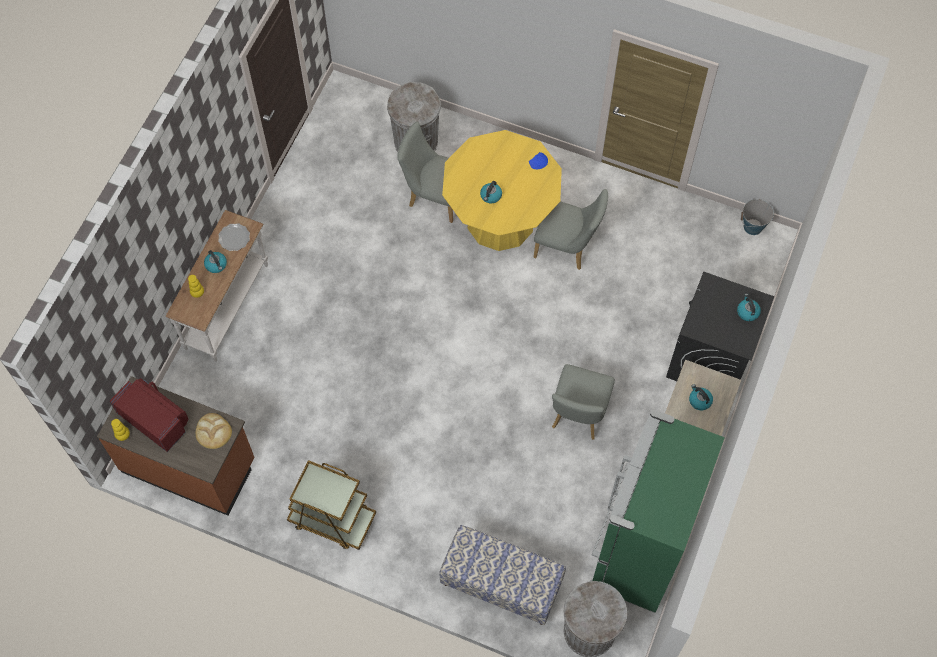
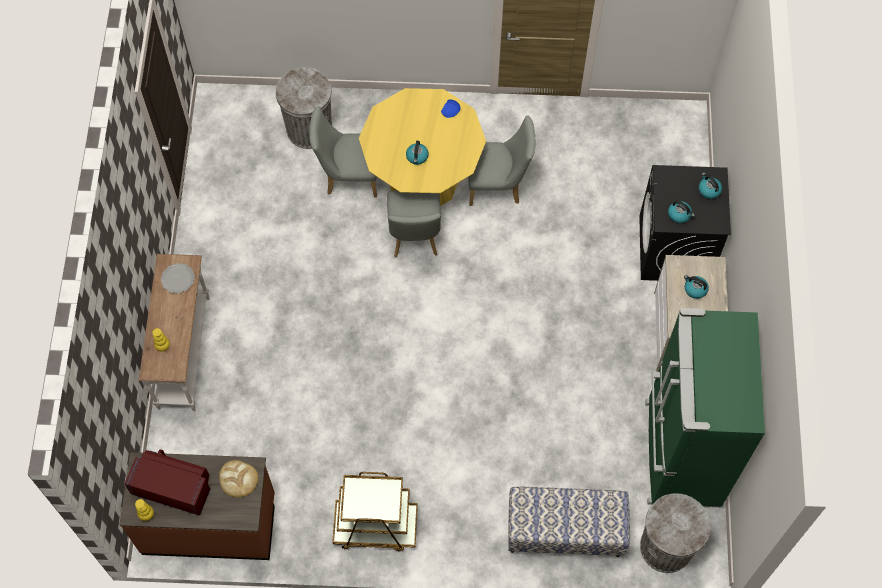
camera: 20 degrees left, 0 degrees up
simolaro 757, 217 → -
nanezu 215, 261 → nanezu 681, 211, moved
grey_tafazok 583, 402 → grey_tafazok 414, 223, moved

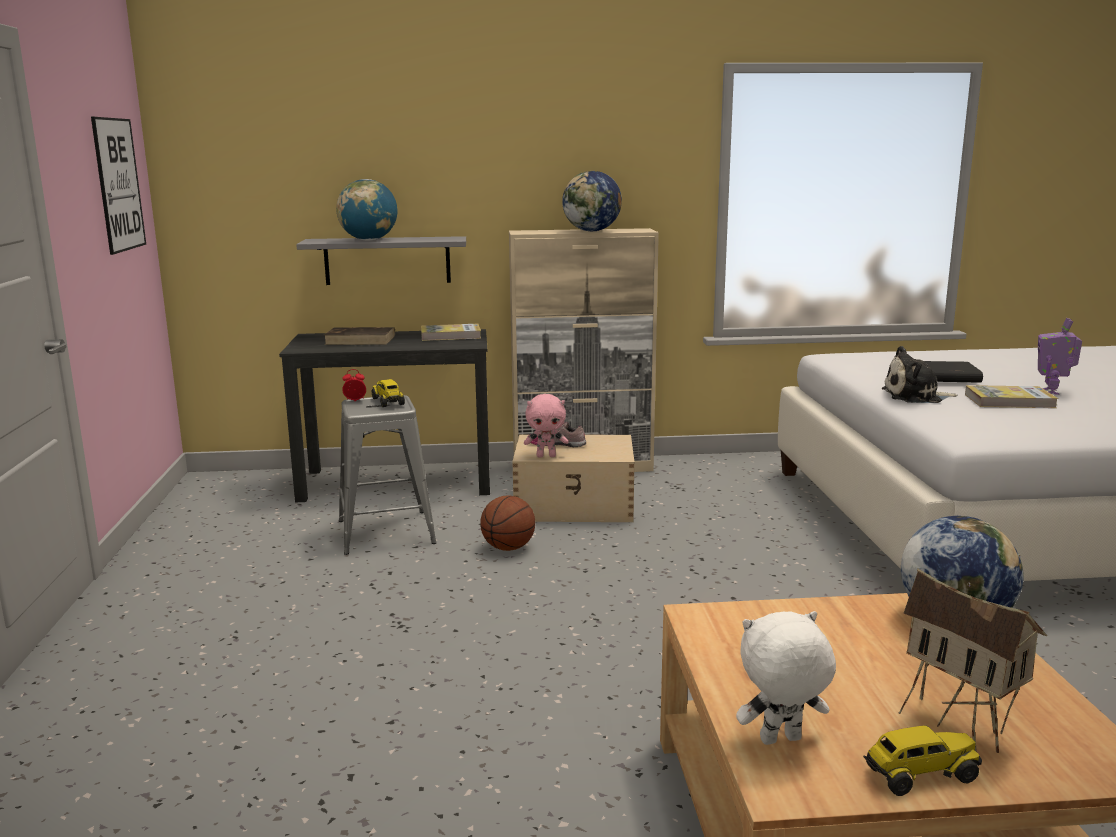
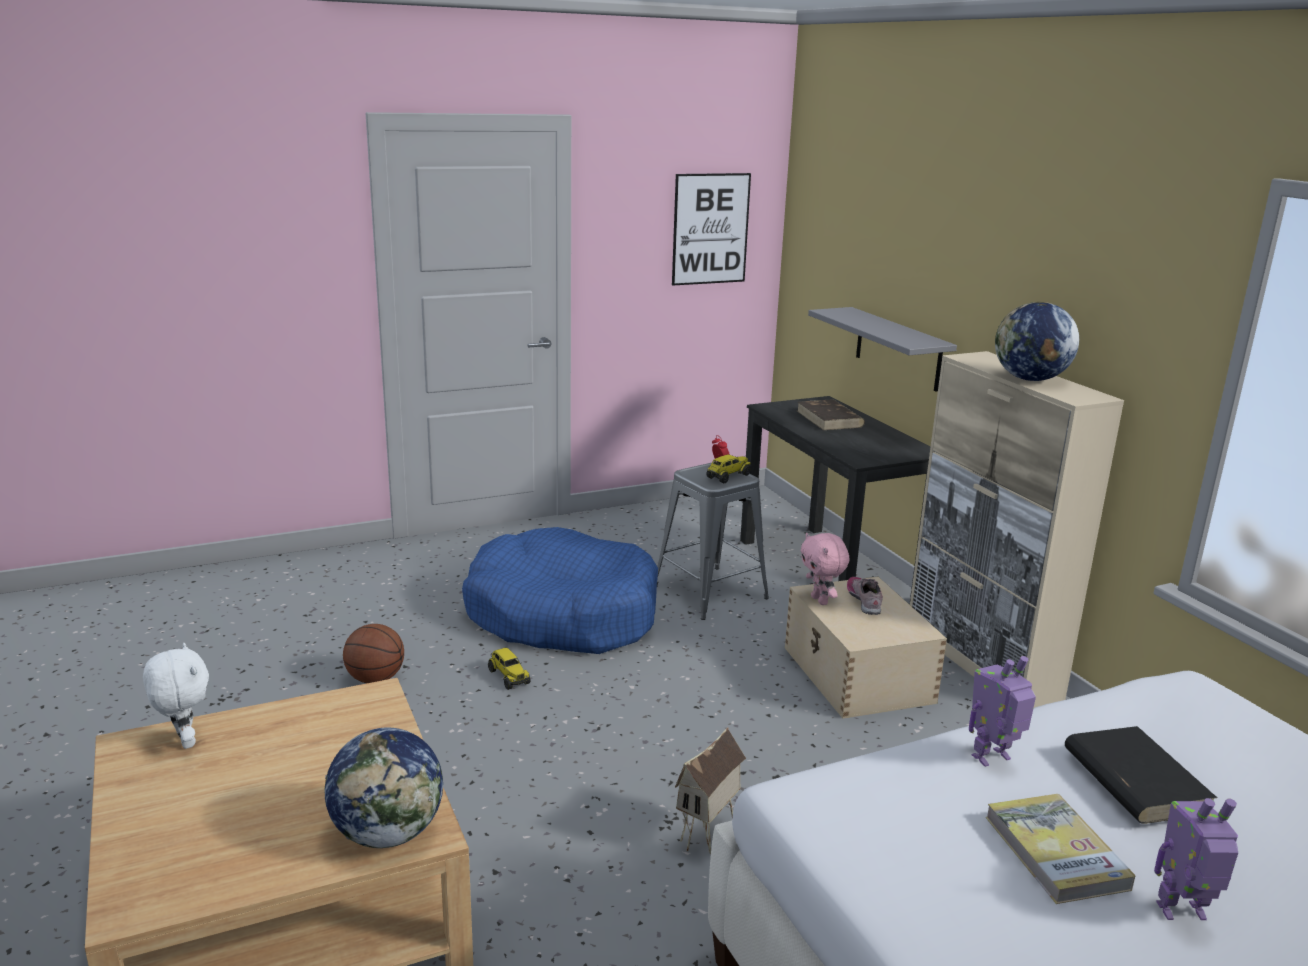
camera: 70 degrees right, 5 degrees up
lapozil 366, 210 → -
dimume 451, 332 → -
- → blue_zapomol 560, 590
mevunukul 507, 523 → mevunukul 373, 653, moved
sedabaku 922, 760 → sedabaku 509, 669, moved
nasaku 972, 661 → nasaku 710, 791, moved
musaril 919, 374 → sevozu 1002, 711

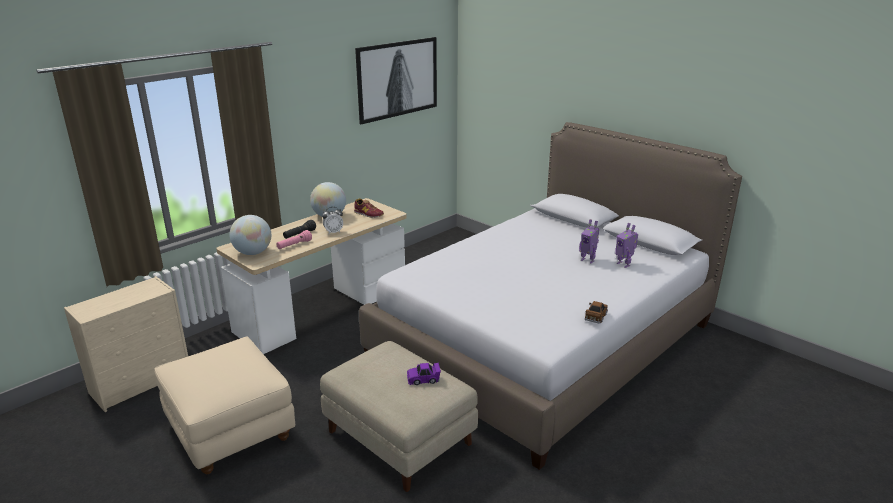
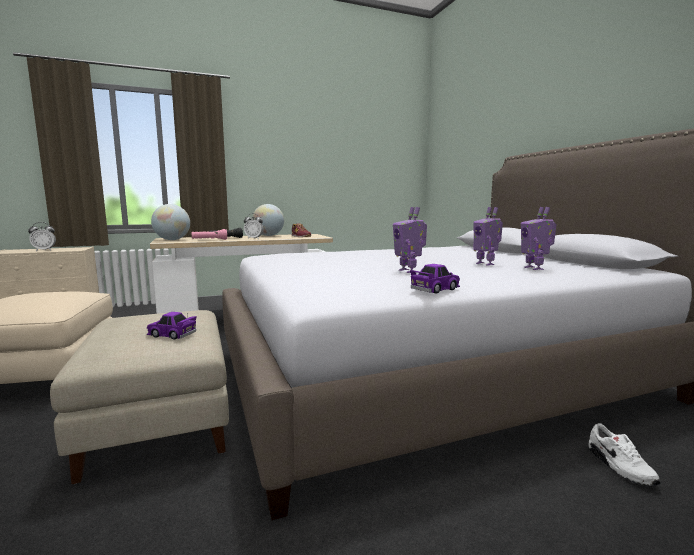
camera: 25 degrees right, 15 degrees down
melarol 396, 80 → -
- → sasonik 42, 236
- → sevozu 410, 240
- → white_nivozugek 624, 454
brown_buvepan 596, 312 → purple_buvepan 435, 279

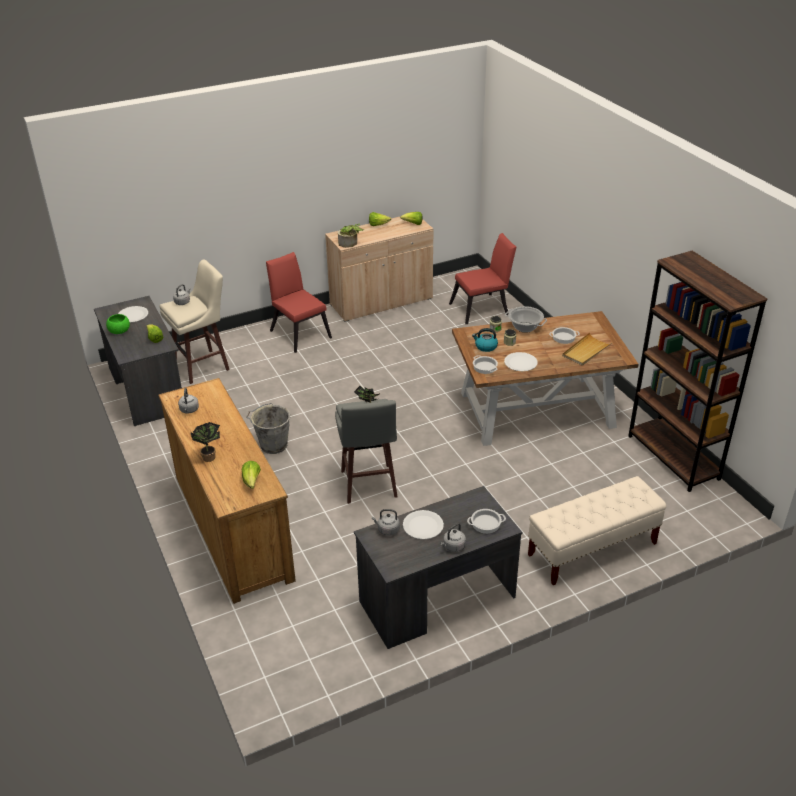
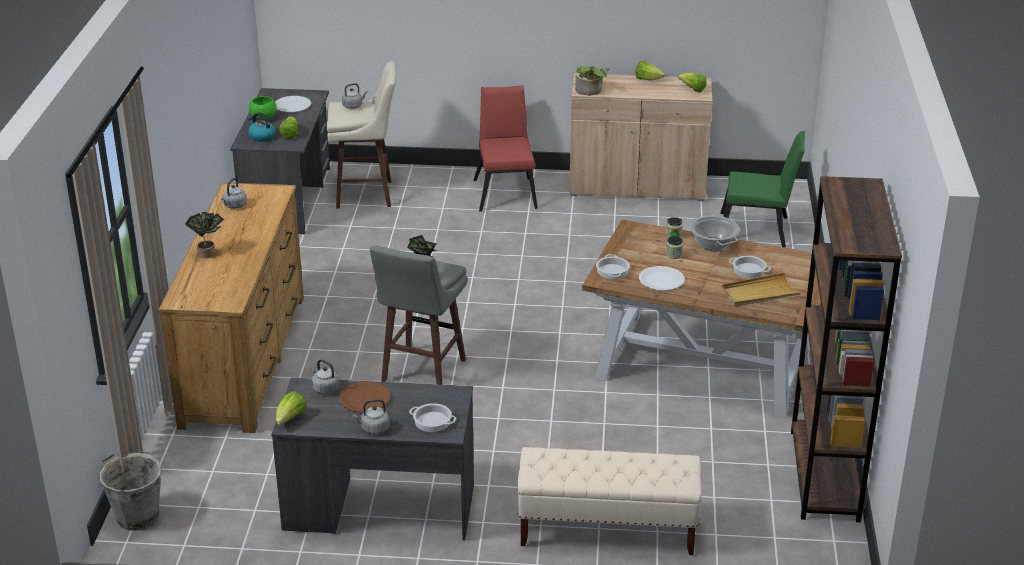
camera: 30 degrees right, 5 degrees down
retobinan 251, 475 → retobinan 291, 408, moved
grey_simolaro 268, 428 → grey_simolaro 129, 491, moved
nanezu 485, 340 → nanezu 262, 127, moved
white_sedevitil 423, 524 → brown_sedevitil 365, 397
red_tafazok 482, 278 → green_tafazok 762, 189

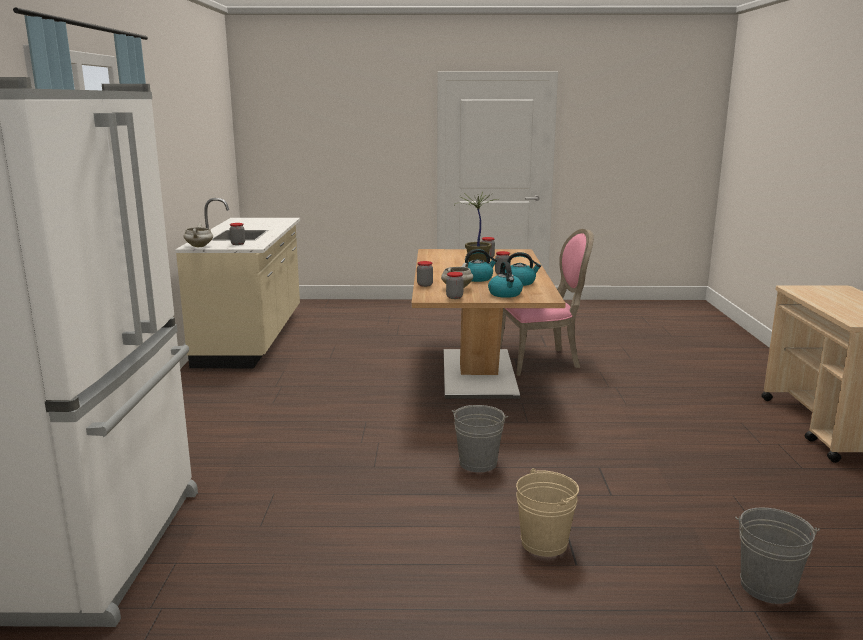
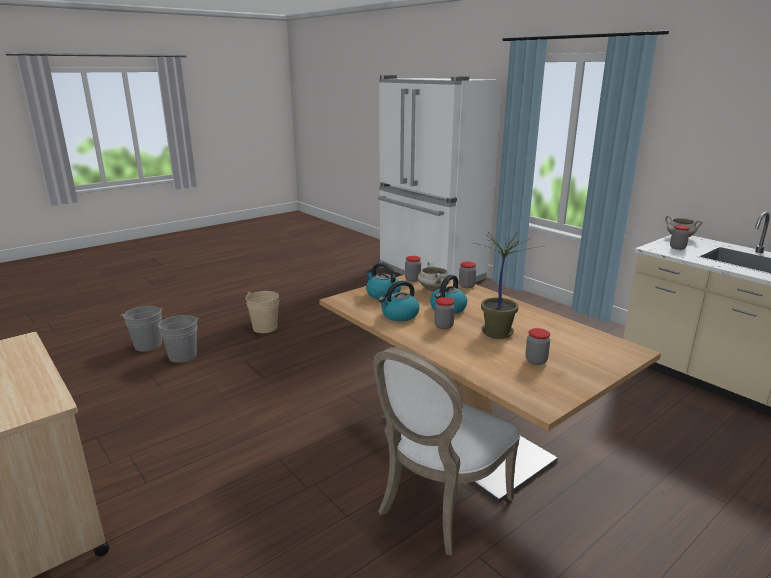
camera: 140 degrees right, 5 degrees up
grey_simolaro 480, 438 → grey_simolaro 178, 339, moved
pink_tafazok 547, 302 → white_tafazok 446, 451

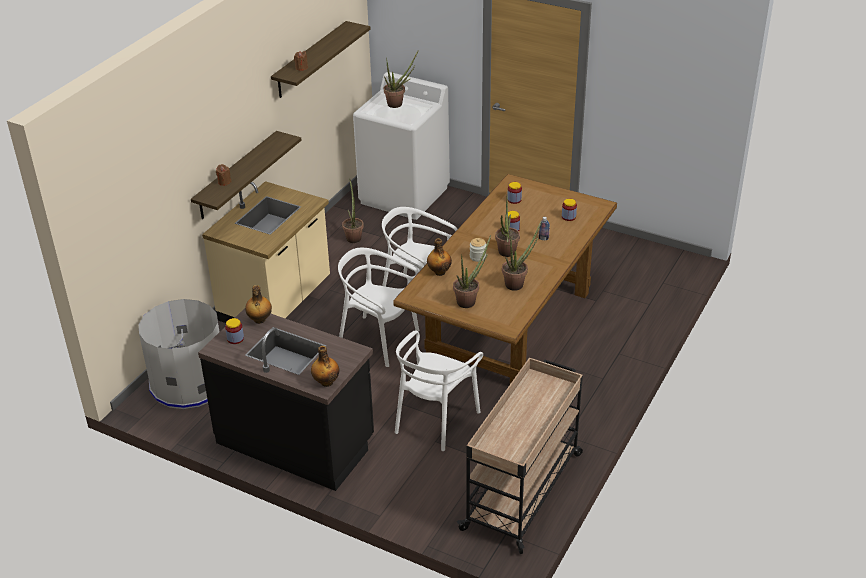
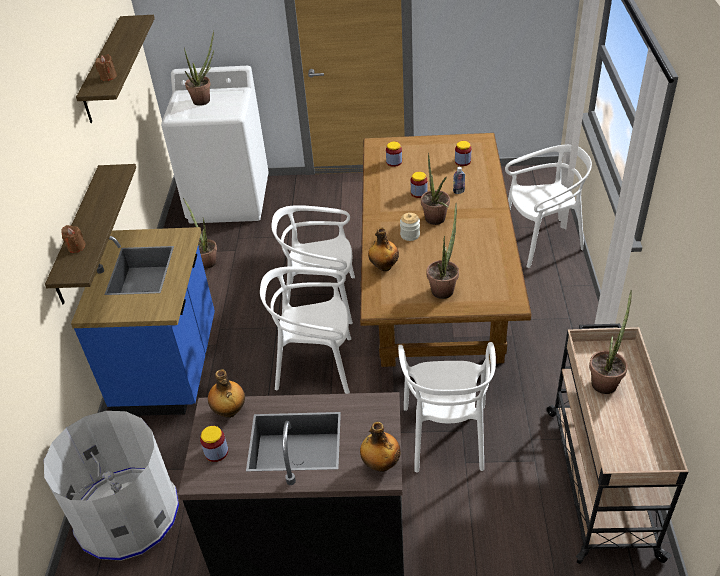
camera: 25 degrees left, 5 degrees up
- → white_tafazok 548, 206
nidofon 522, 255 → nidofon 610, 342, moved
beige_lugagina 266, 252 → blue_lugagina 143, 321

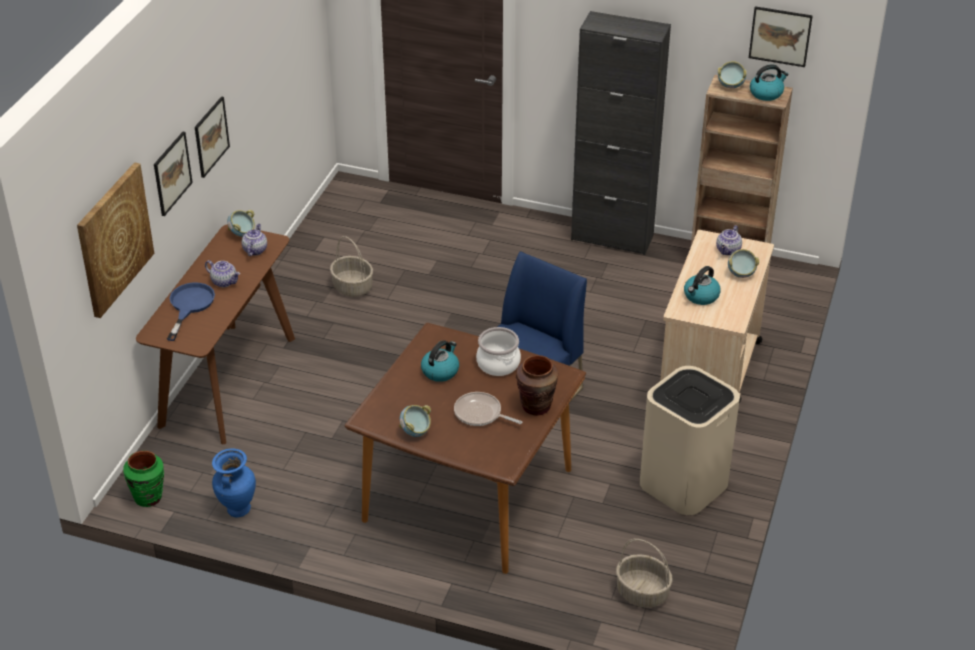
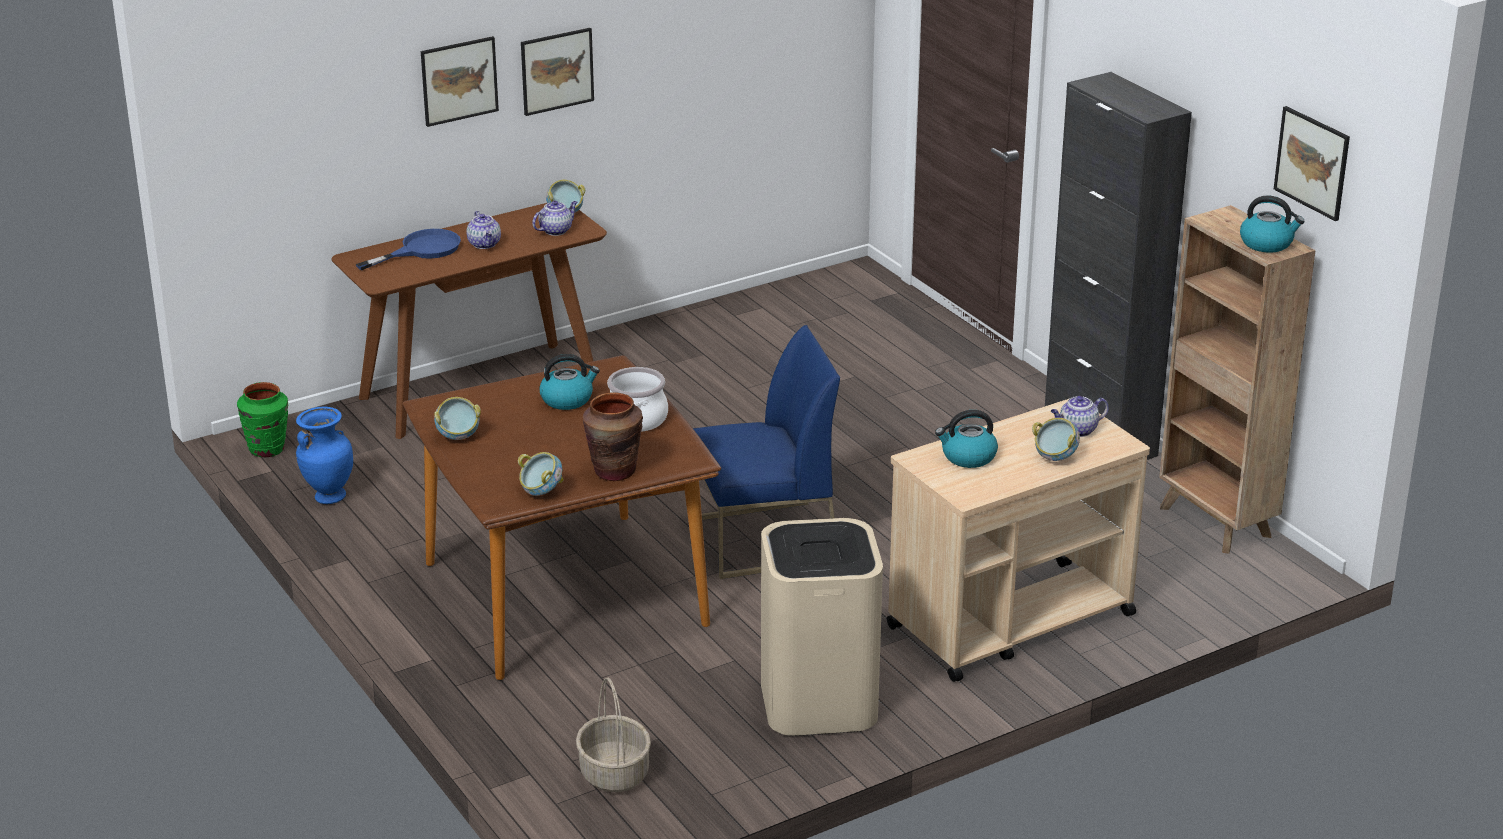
camera: 40 degrees right, 10 degrees down
melarol 115, 240 → -
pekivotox 351, 266 → -
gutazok 488, 409 → -
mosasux 732, 75 → mosasux 540, 474, moved

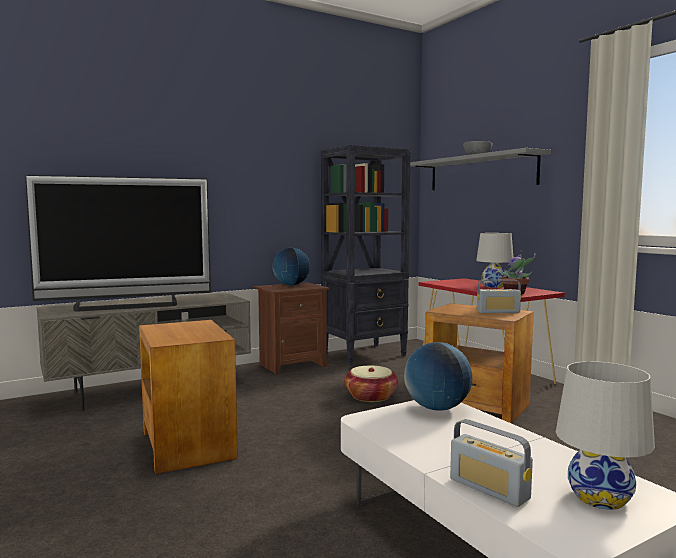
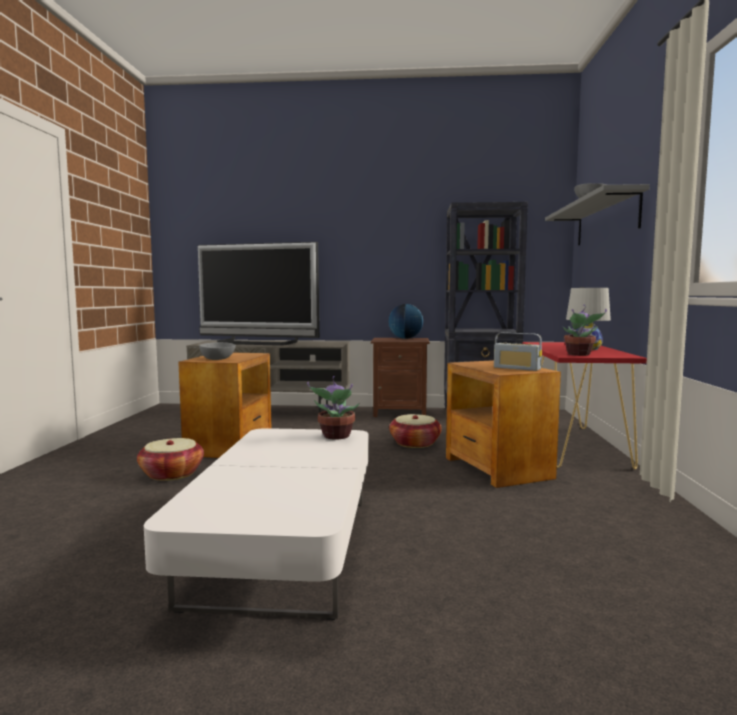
camera: 35 degrees right, 0 degrees up
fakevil 491, 463 → -
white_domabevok 605, 435 → -
- → pekivotox 170, 459
- → grey_mosasux 217, 351
lapozil 438, 376 → nidofon 333, 408

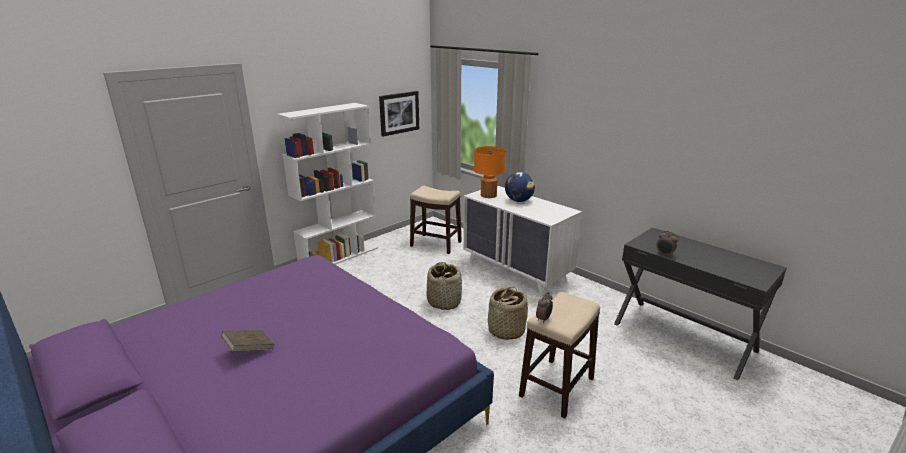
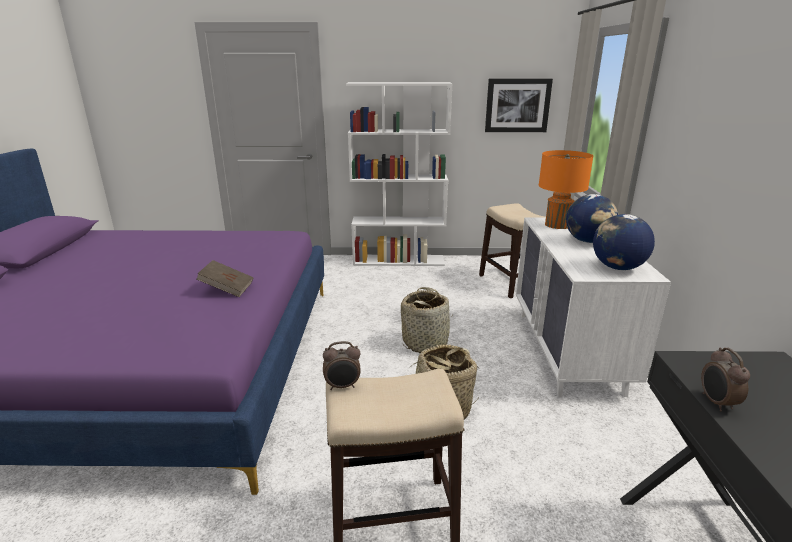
camera: 45 degrees right, 0 degrees up
- → lapozil 624, 242
brown_dimume 248, 341 → brown_dimume 224, 278, moved

